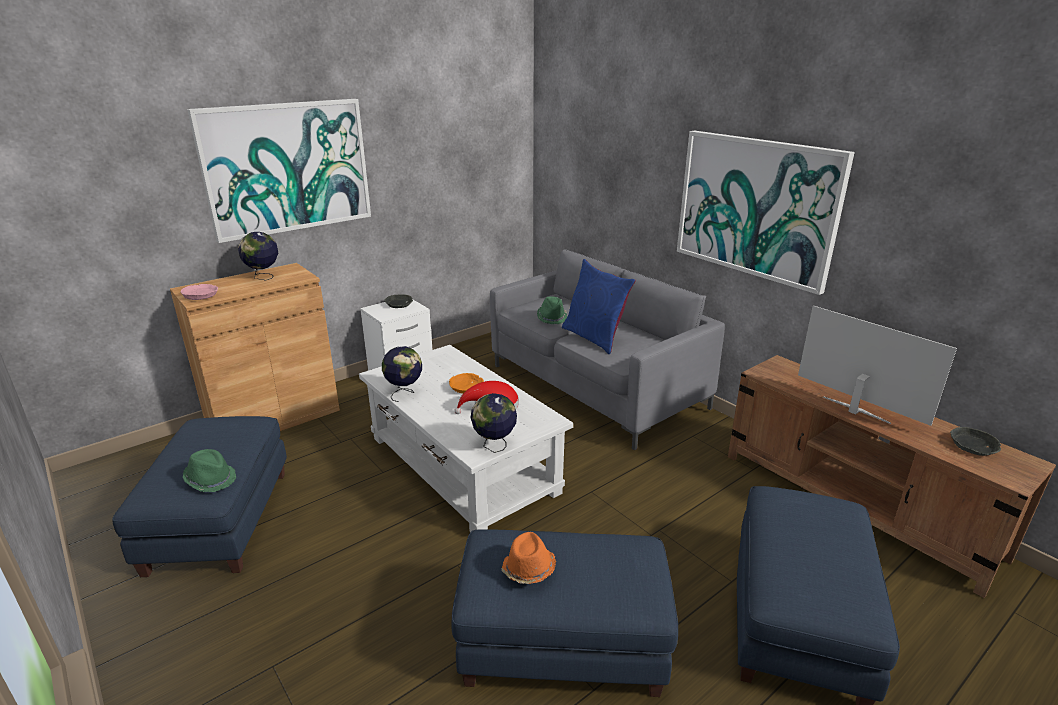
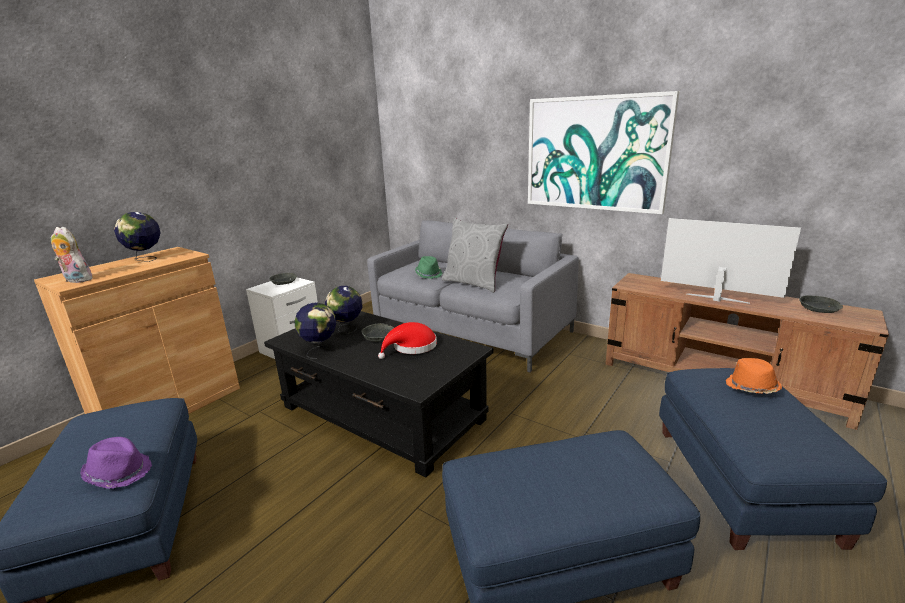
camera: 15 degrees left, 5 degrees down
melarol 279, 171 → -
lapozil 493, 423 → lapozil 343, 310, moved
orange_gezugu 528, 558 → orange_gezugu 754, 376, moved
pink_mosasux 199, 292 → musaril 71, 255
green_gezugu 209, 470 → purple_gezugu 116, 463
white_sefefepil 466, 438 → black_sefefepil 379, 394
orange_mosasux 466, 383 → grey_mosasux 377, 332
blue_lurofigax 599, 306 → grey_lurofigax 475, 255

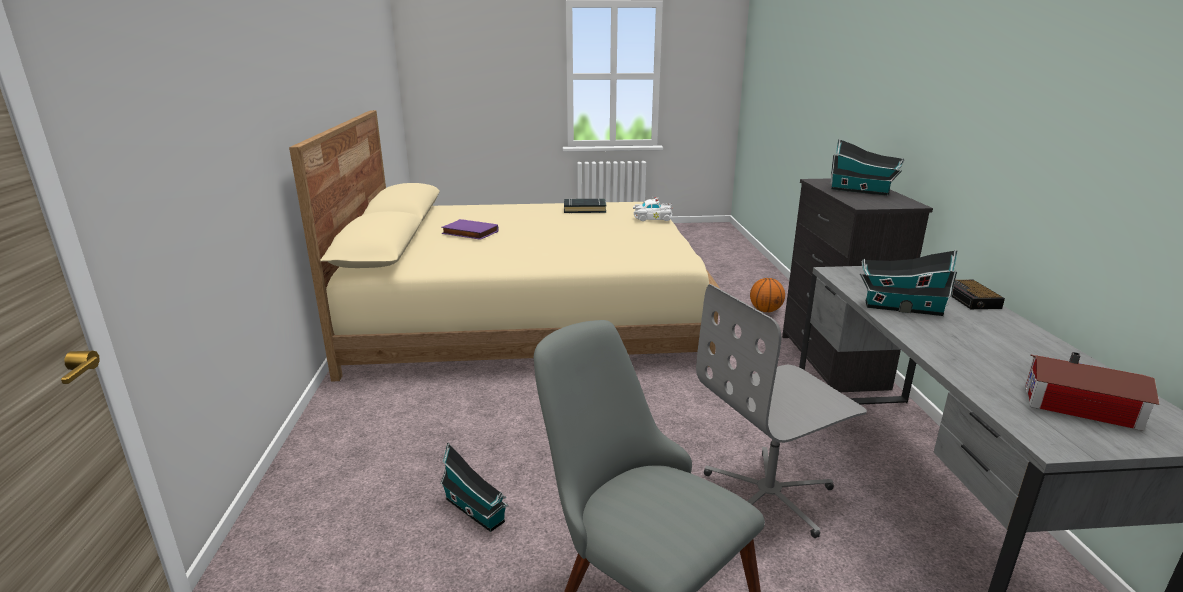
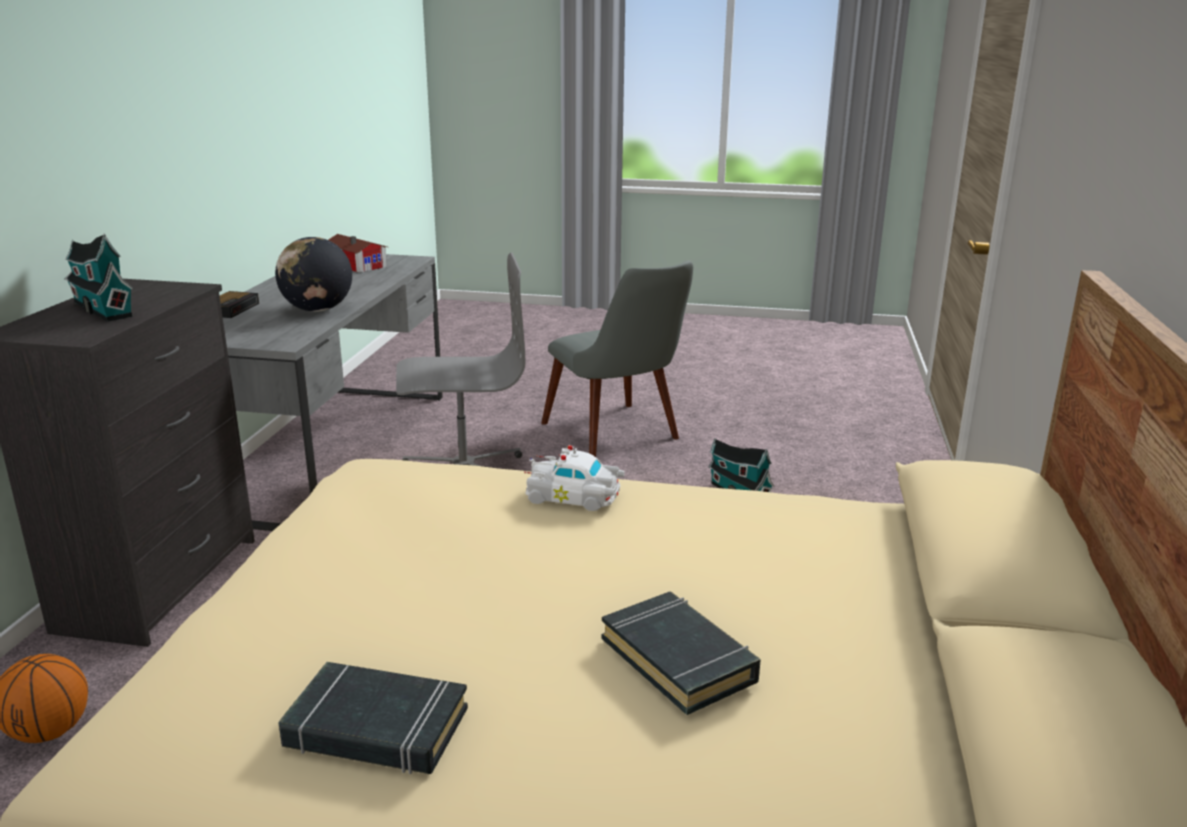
camera: 165 degrees left, 0 degrees up
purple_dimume 470, 229 → -
- → black_dimume 681, 653
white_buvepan 653, 209 → white_buvepan 574, 478, moved
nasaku 909, 283 → lapozil 313, 274

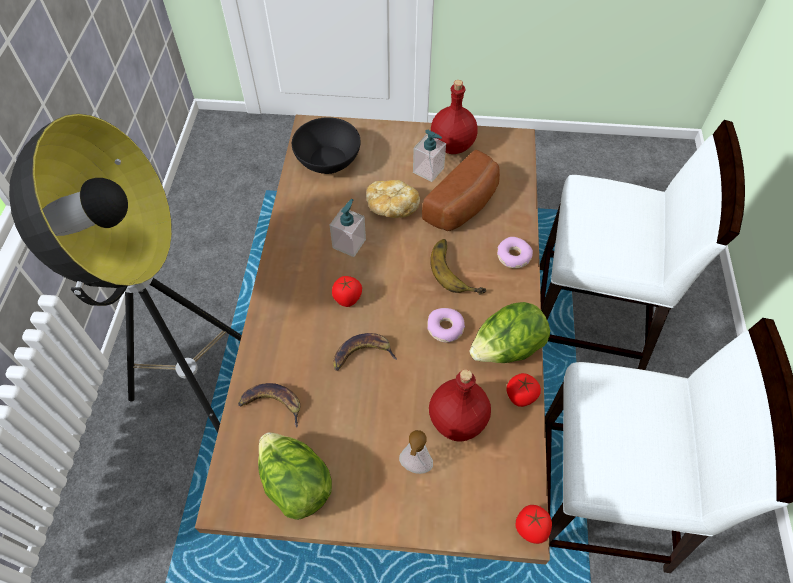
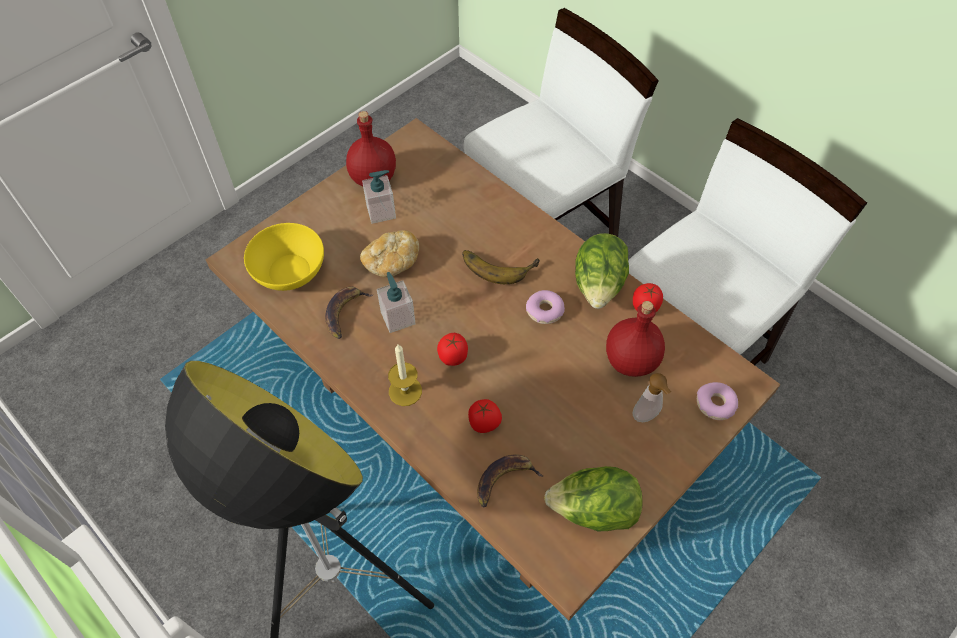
camera: 50 degrees left, 0 degrees up
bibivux 461, 190 → -
- → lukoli 405, 375
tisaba 365, 352 → tisaba 349, 313, moved
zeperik 515, 252 → zeperik 717, 401, moved
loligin 534, 524 → loligin 485, 416, moved
black_mosasux 326, 145 → yellow_mosasux 284, 257

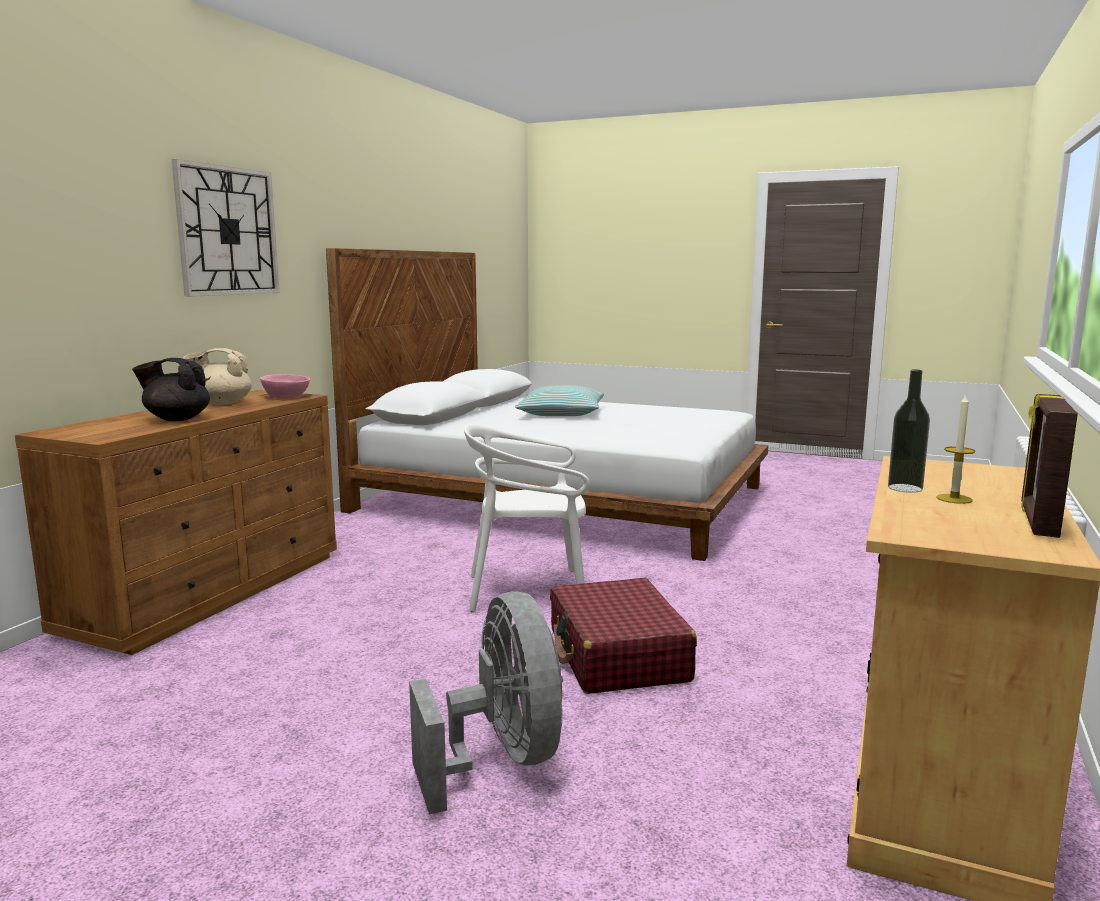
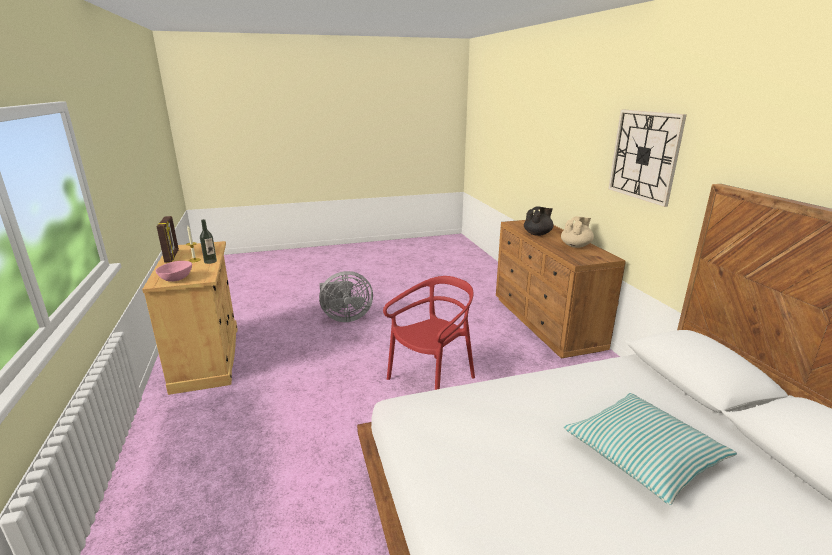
camera: 140 degrees right, 10 degrees up
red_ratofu 623, 636 → -
pink_mosasux 285, 386 → pink_mosasux 174, 271, moved
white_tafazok 526, 517 → red_tafazok 429, 333
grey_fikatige 486, 703 → grey_fikatige 346, 296, 45 degrees counterclockwise

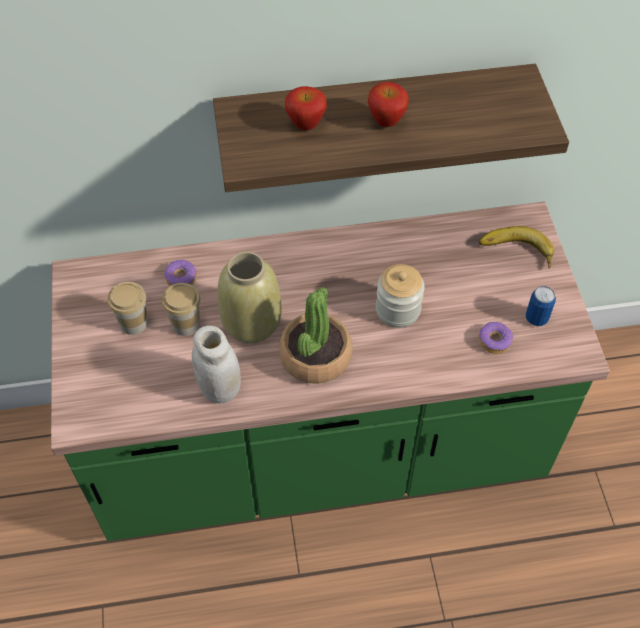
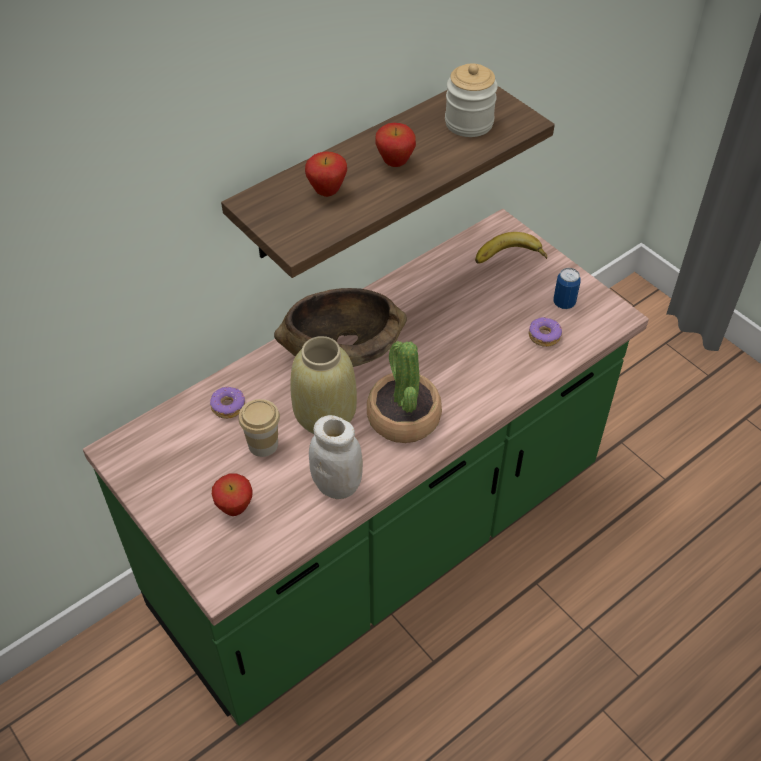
camera: 30 degrees left, 5 degrees down
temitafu 128, 308 → -
- → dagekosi 232, 494
- → brown_mosasux 340, 327
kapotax 400, 296 → kapotax 471, 100, moved

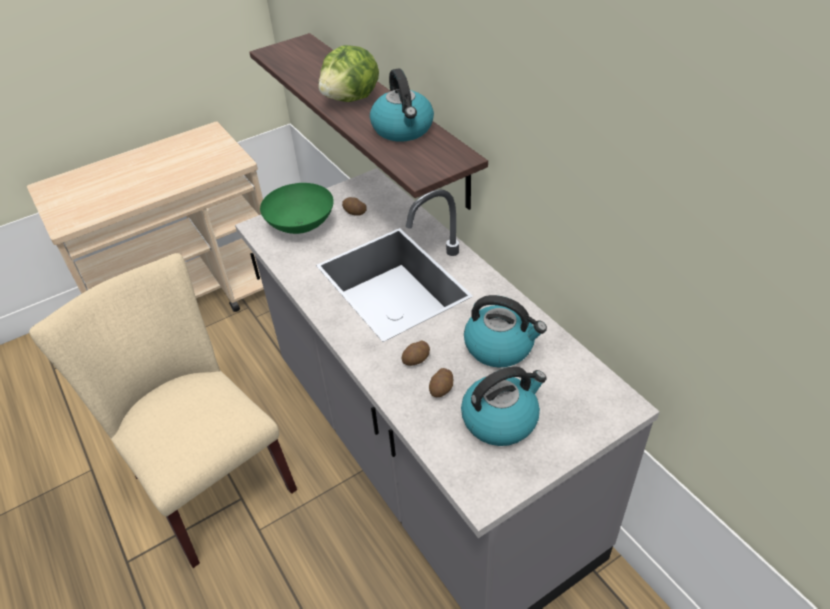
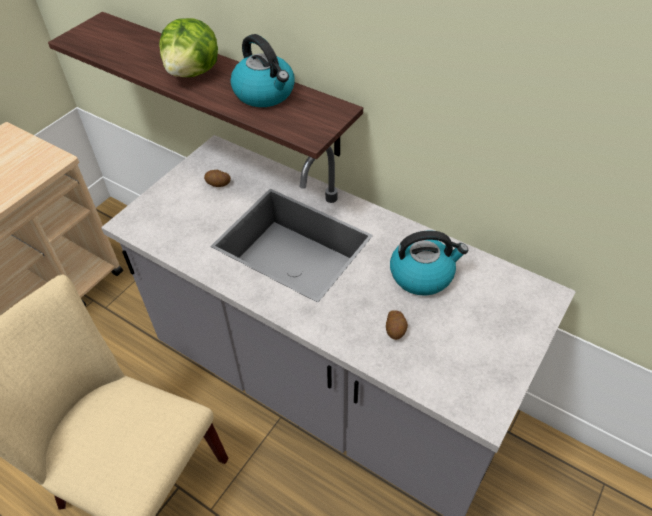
camera: 25 degrees left, 5 degrees up
green_mosasux 297, 208 → -
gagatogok 415, 353 → -
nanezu 504, 406 → -

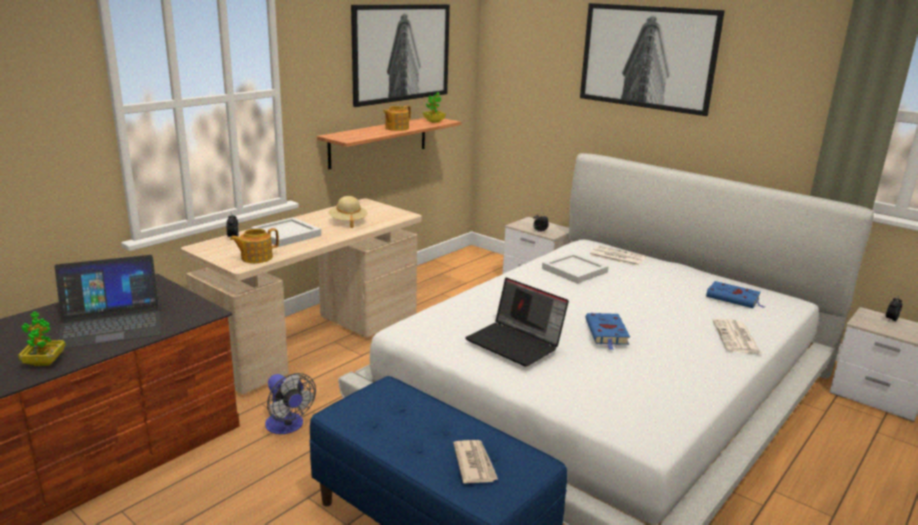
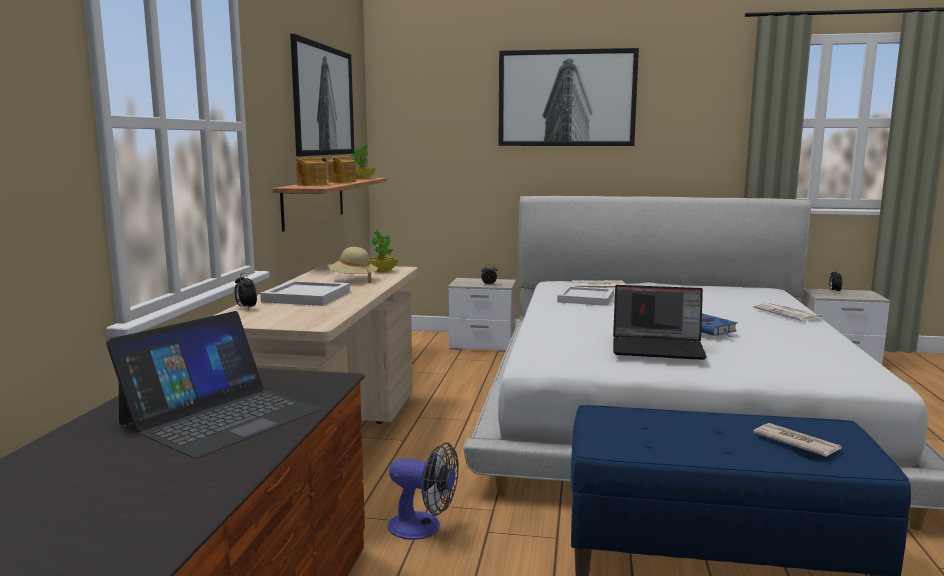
camera: 30 degrees left, 10 degrees down
blue_dimume 735, 294 → -
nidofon 42, 338 → nidofon 383, 251, moved
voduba 254, 245 → voduba 311, 171, moved

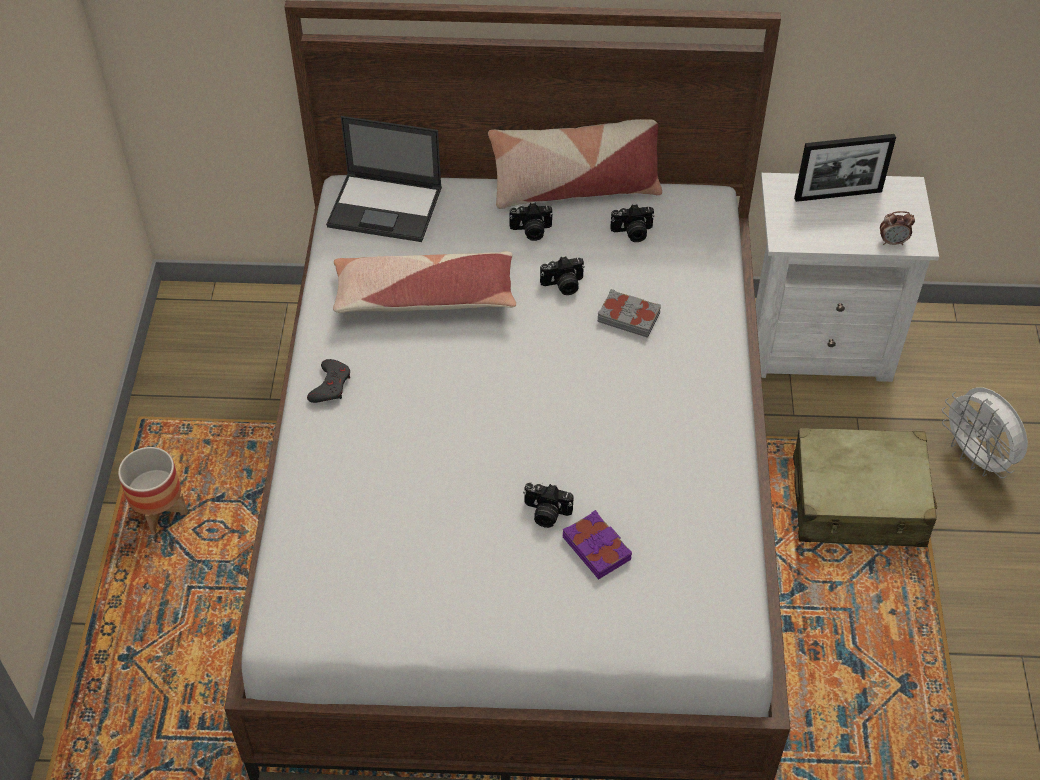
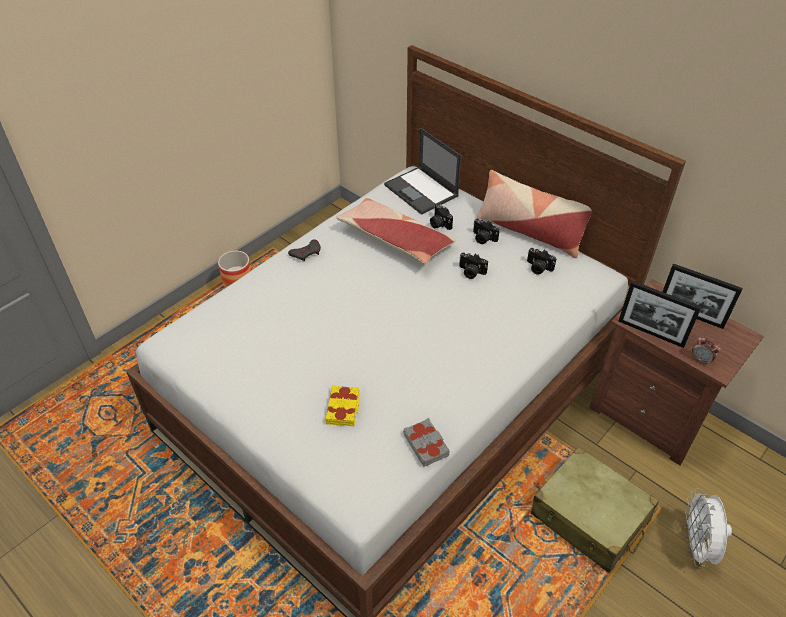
camera: 40 degrees right, 5 degrees down
- → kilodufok 659, 314
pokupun 548, 505 → pokupun 441, 216, moved
grey_dimume 629, 313 → grey_dimume 426, 442, moved
purple_dimume 597, 545 → yellow_dimume 343, 405
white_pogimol 847, 277 → brown_pogimol 676, 372

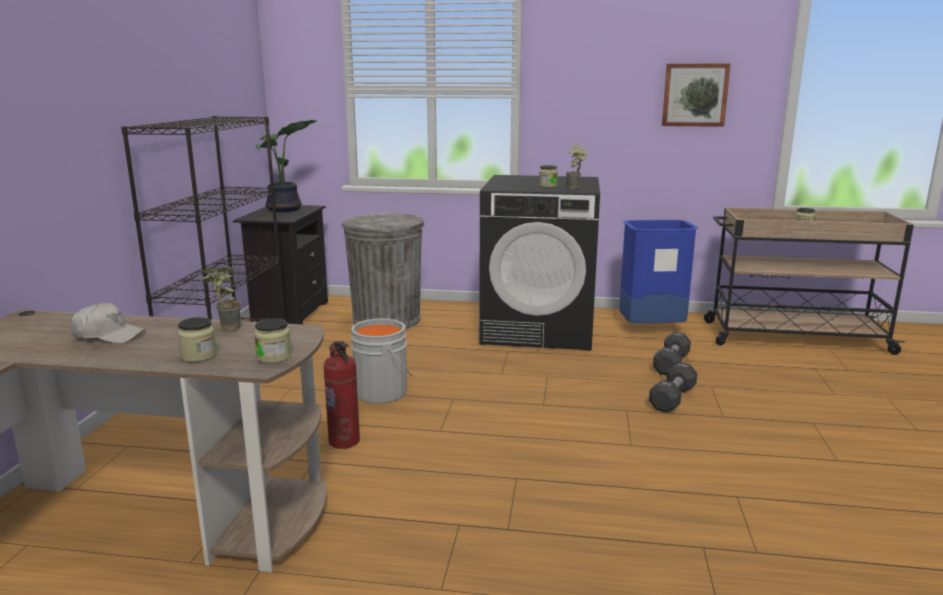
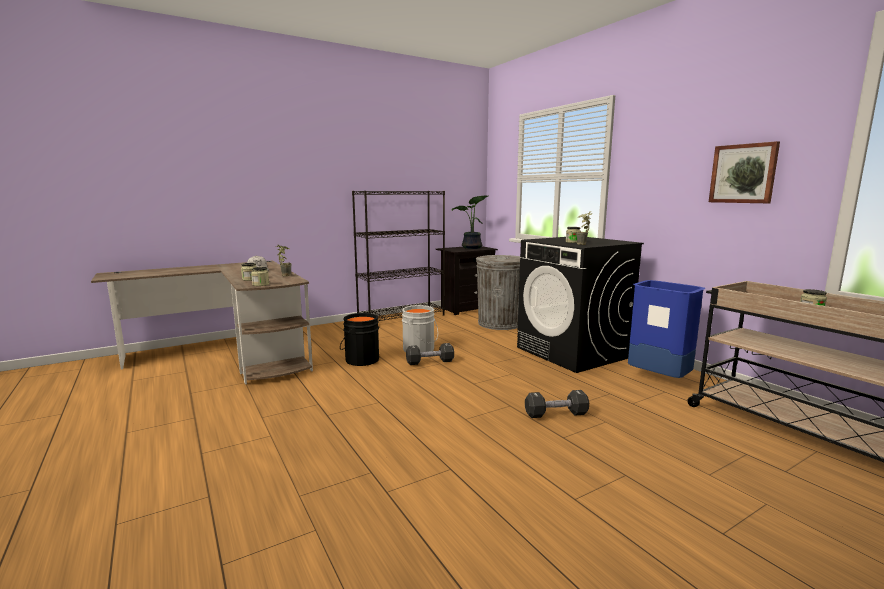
camera: 50 degrees right, 5 degrees down
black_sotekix 672, 353 → black_sotekix 430, 354, moved
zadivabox 342, 395 → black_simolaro 359, 339

